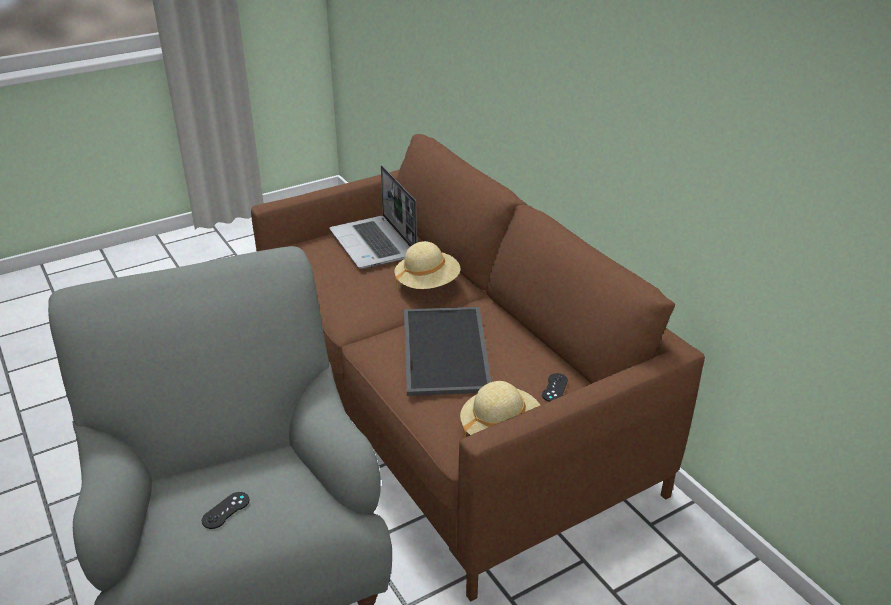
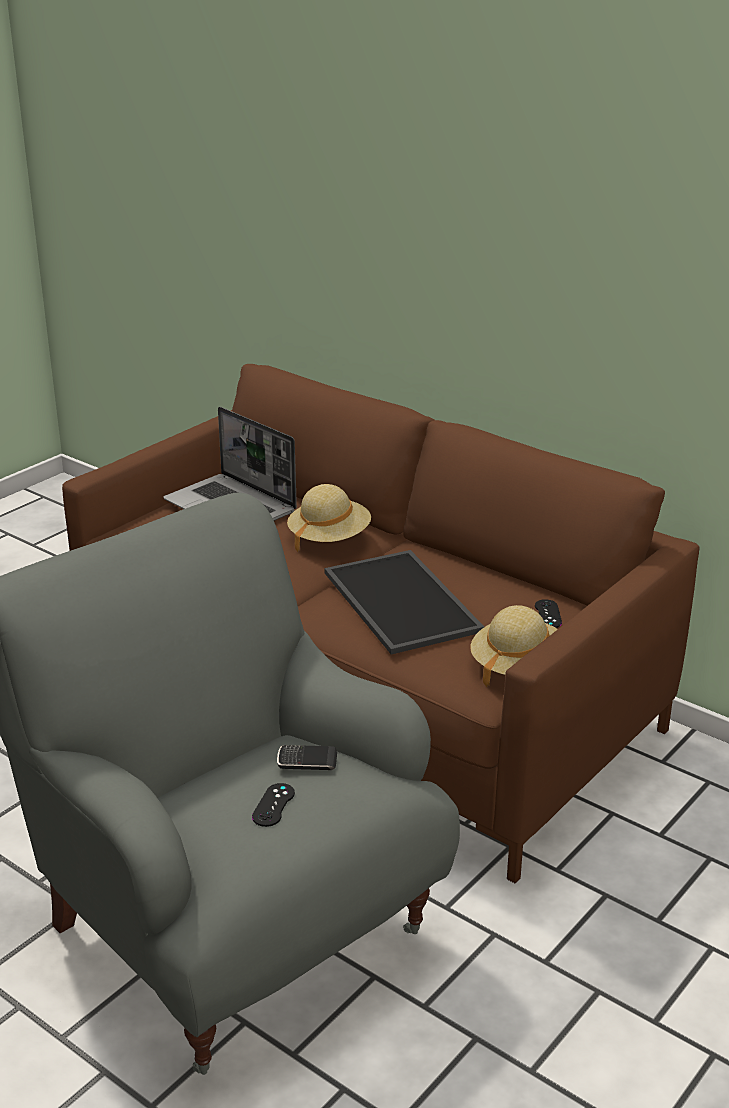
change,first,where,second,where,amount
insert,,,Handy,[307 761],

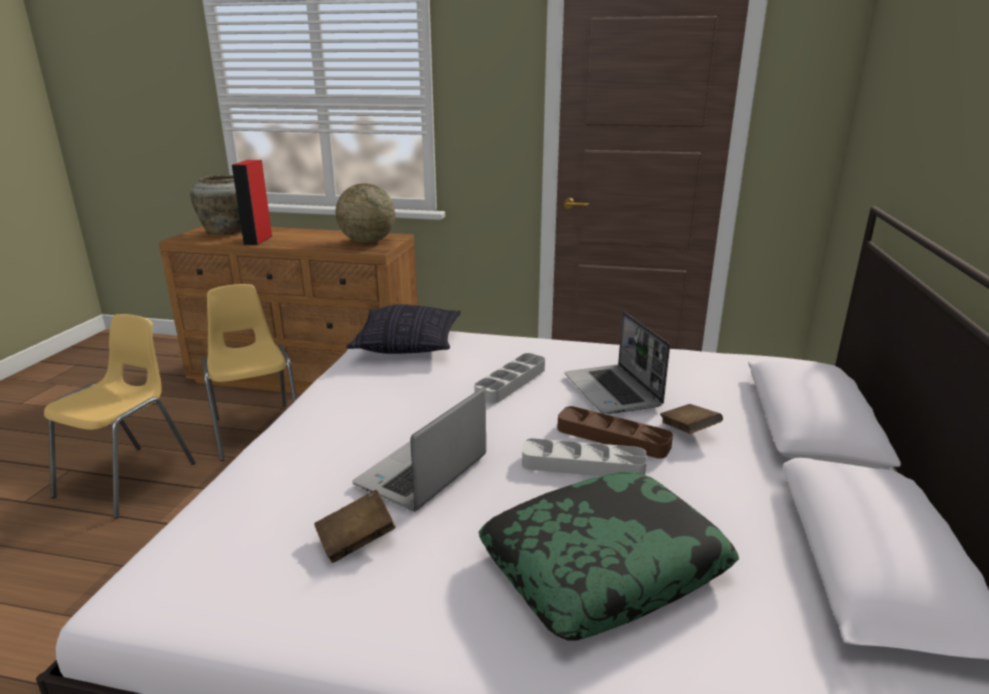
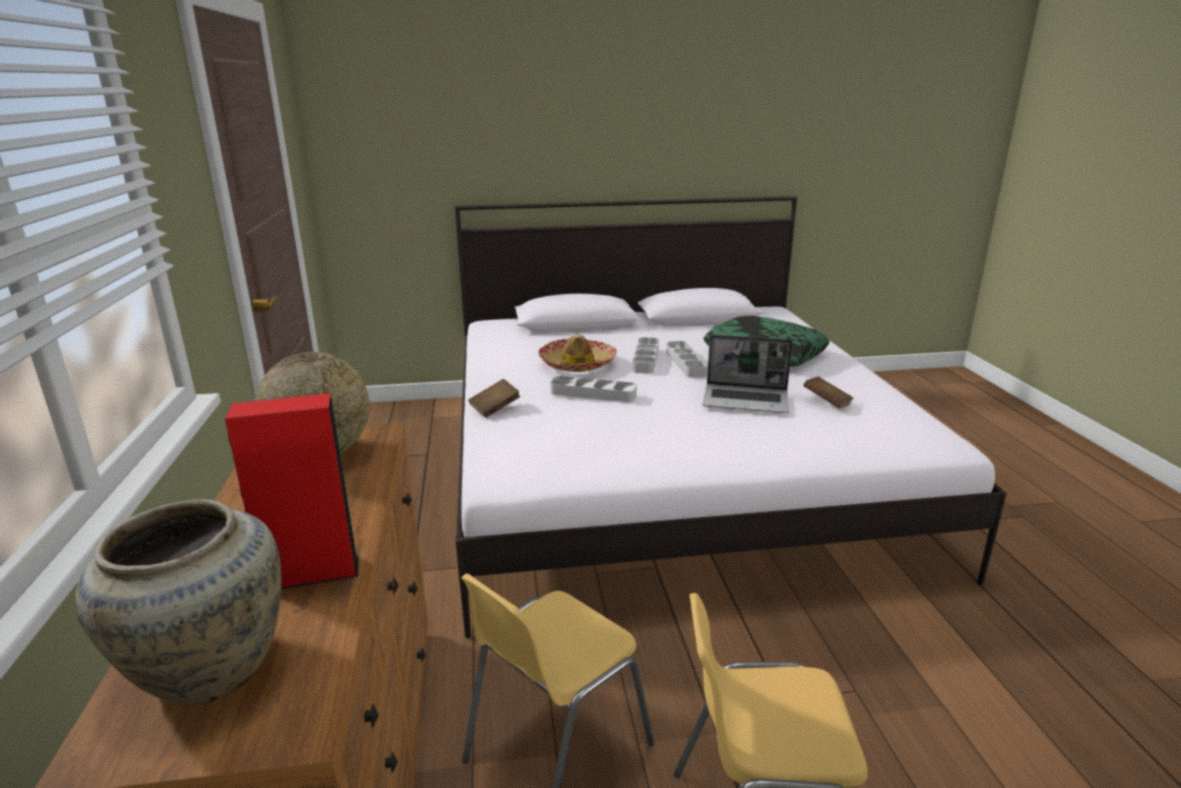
change,first,where,second,where,amount
delete,Kissen,[407 345],,,
replace,Laptop,[613 391],Hut,[577 364],
move,Buch [braun],[688 431],,[495 408],
recolor,Tablett [braun],[612 437],Tablett [grau],[645 359],

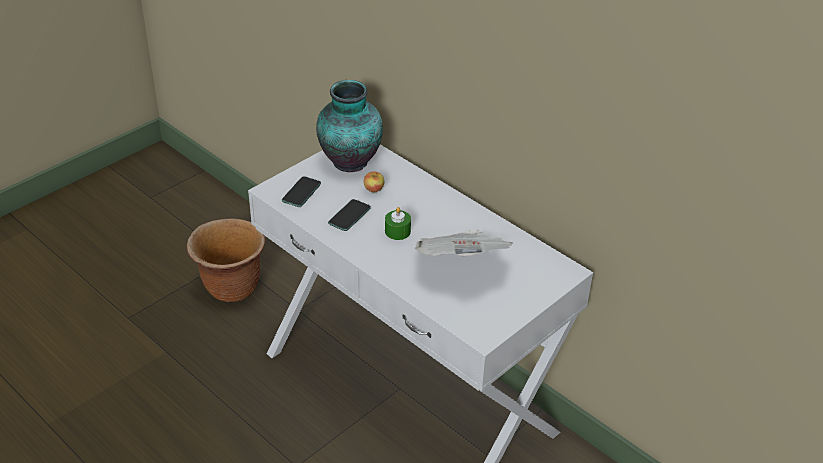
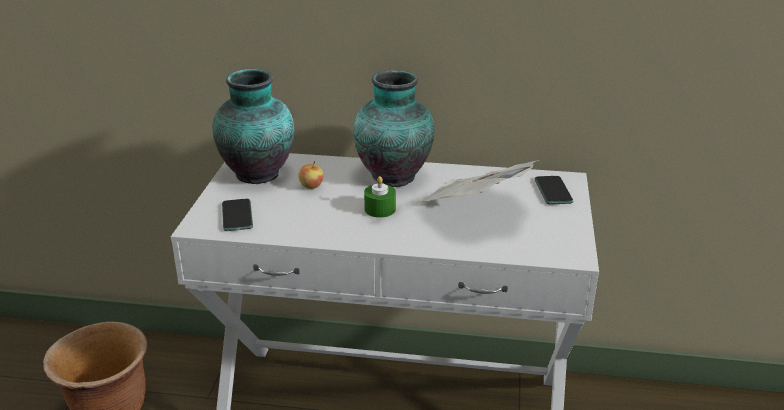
change,first,where,second,where,amount
move,Handy,[349 216],,[553 191],
insert,,,Vase,[394 175],

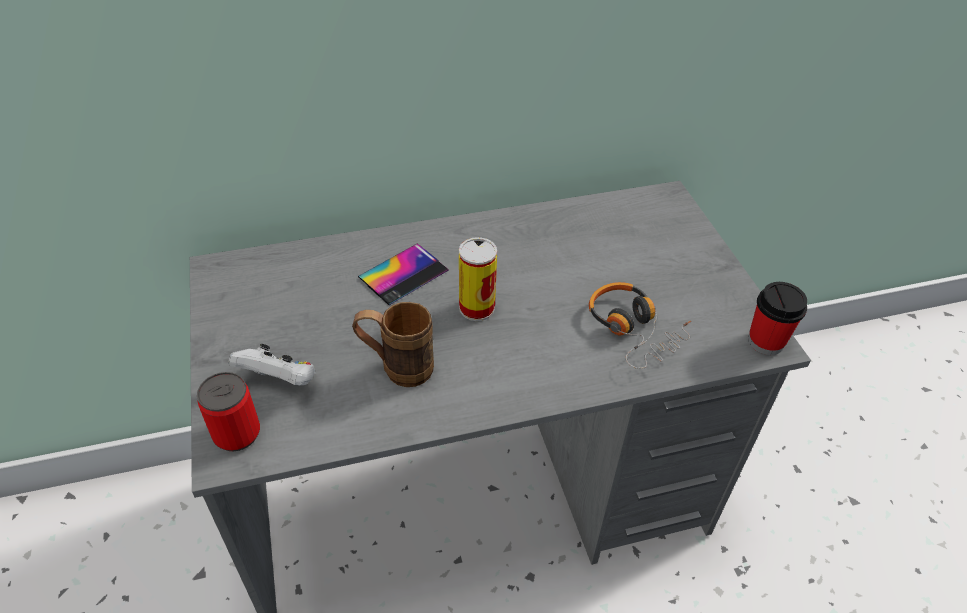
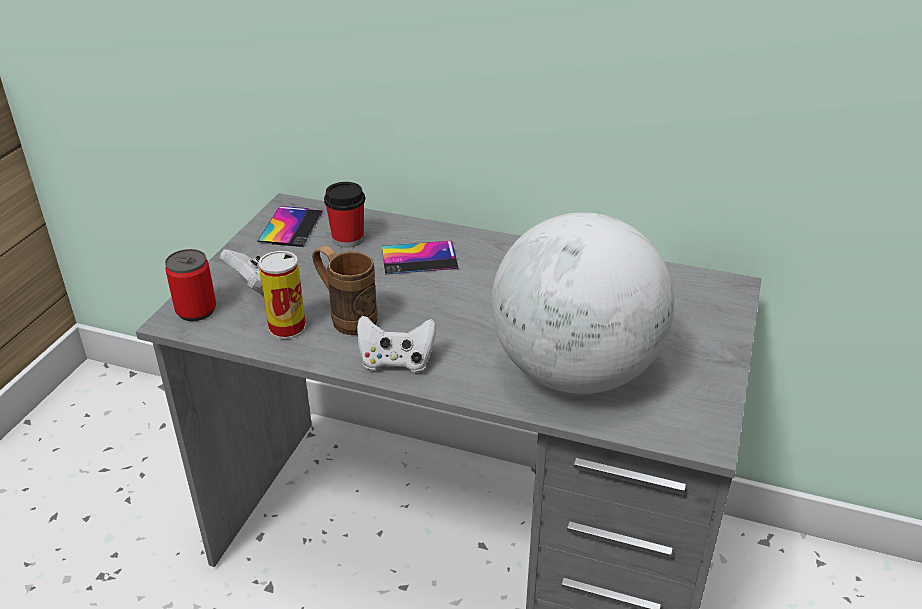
change,first,where,second,where,amount
move,Dose,[477 308],,[287 328],
replace,Kopfhörer,[633 329],Globus,[575 372],
move,Tasse,[766 341],,[348 239],
insert,,,Handy,[291 227],
insert,,,Gamepad [weiß],[396 361],

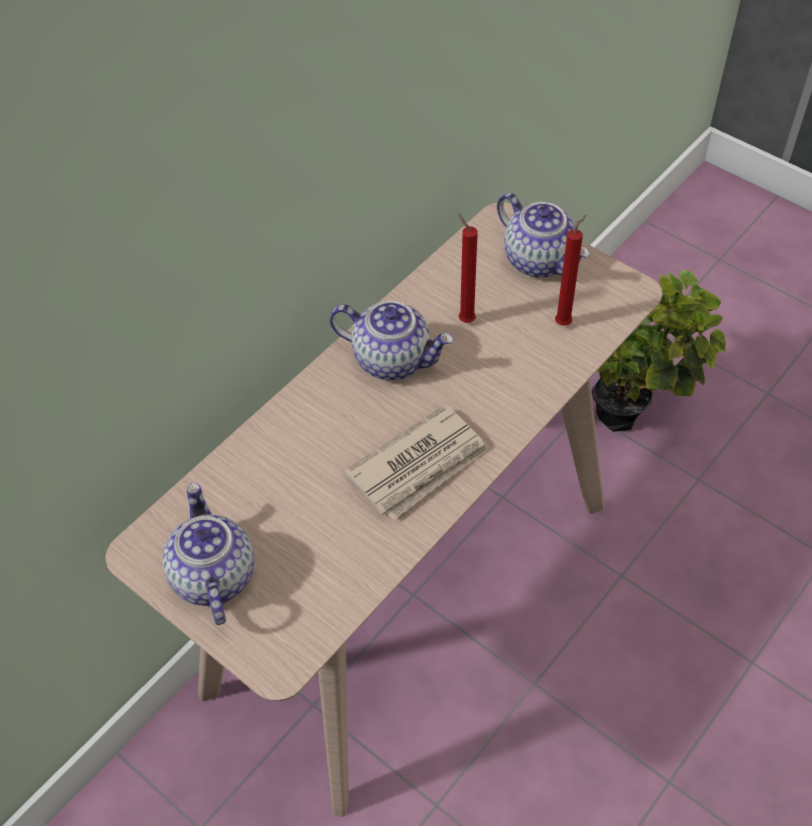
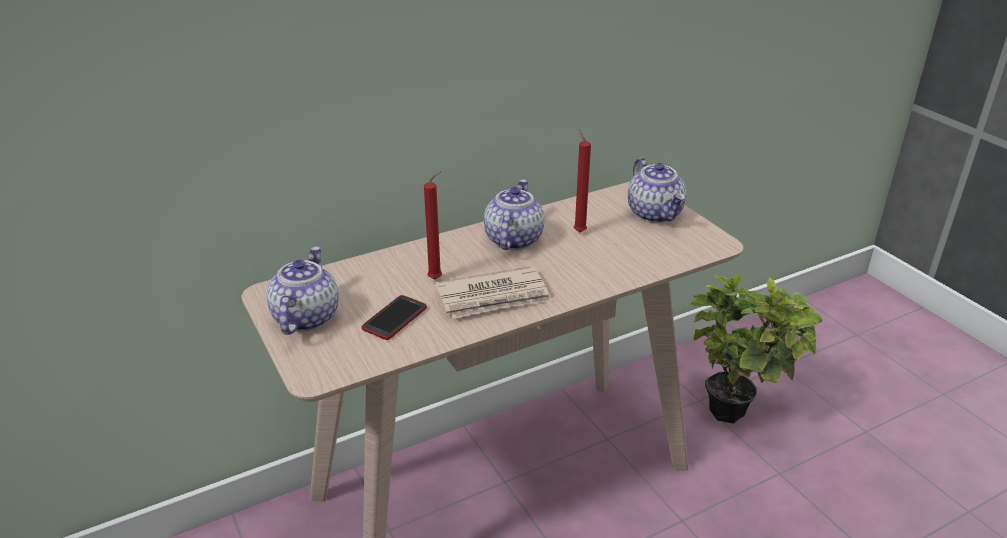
change,first,where,second,where,amount
move,Kerze [rot],[564 322],,[437 278],
rotate,Teekanne,[393 359],,[513 239],120 degrees counterclockwise
insert,,,Handy,[394 318],

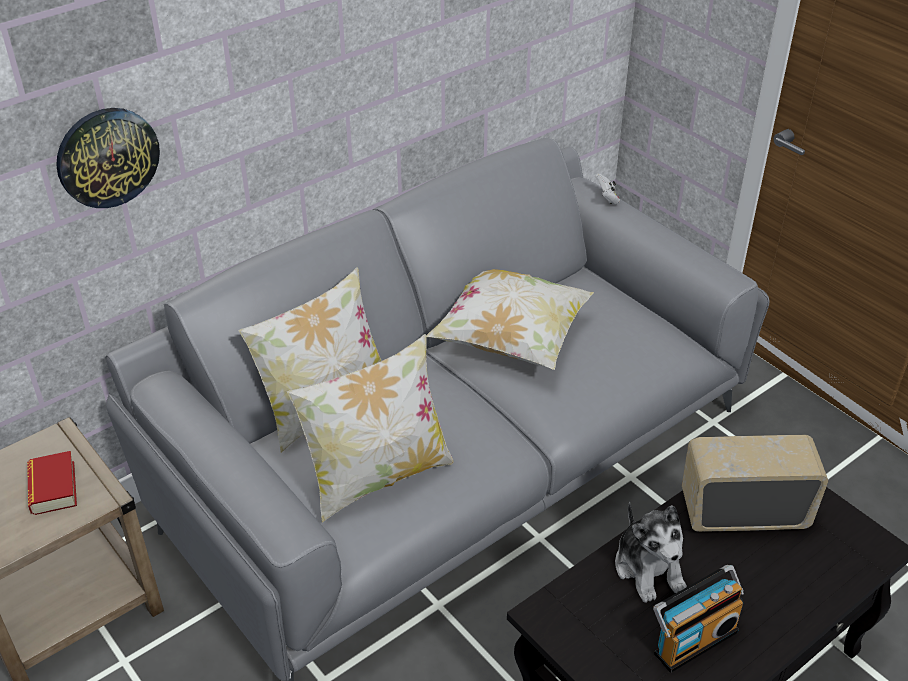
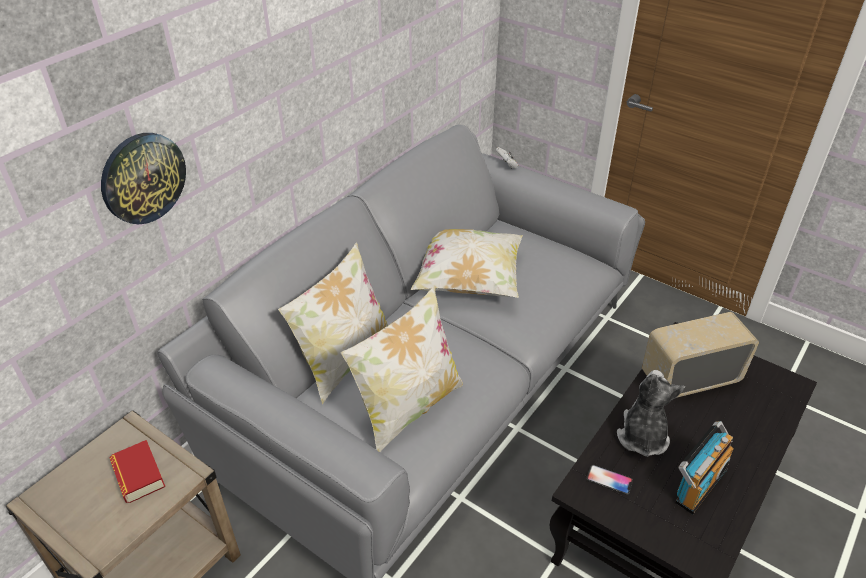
change,first,where,second,where,amount
rotate,Plüschtier,[649 568],,[642 436],135 degrees counterclockwise
insert,,,Handy,[609 480],

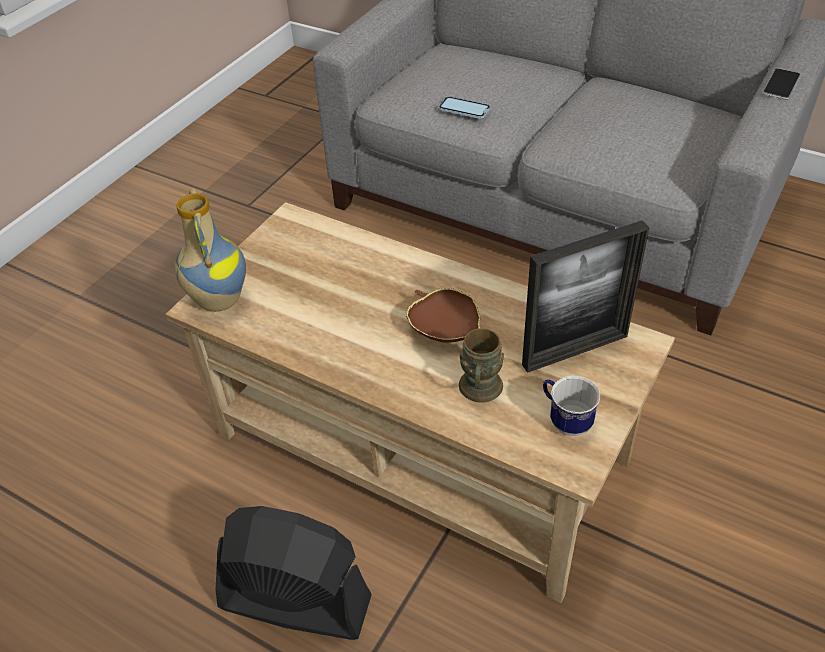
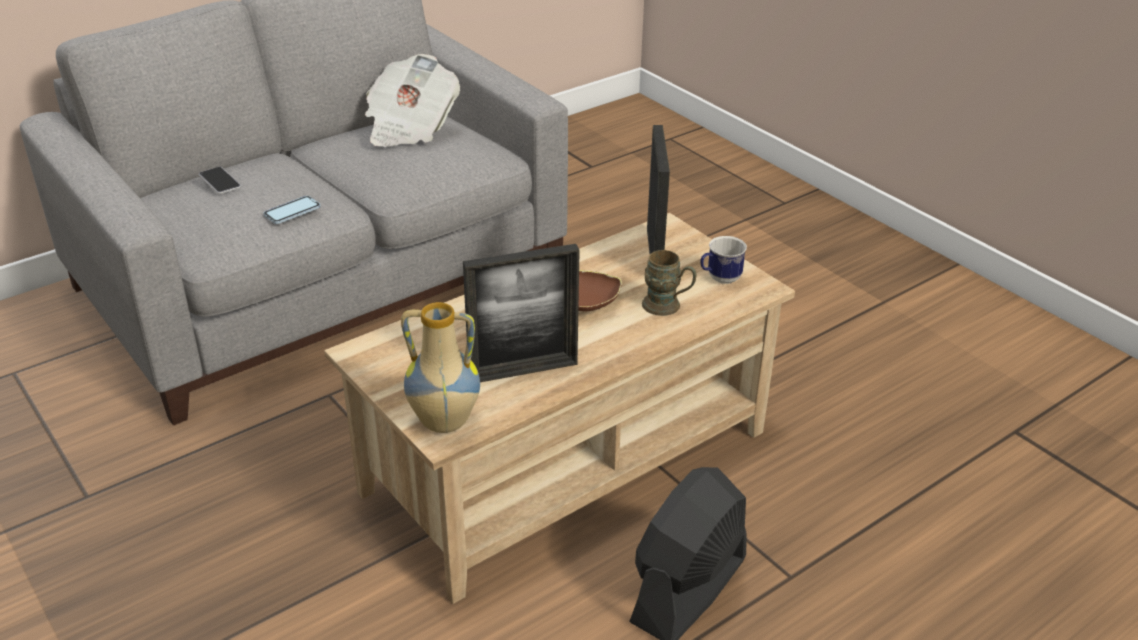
change,first,where,second,where,amount
move,Handy,[781 85],,[220 181],
insert,,,Zeitung,[410 127],
insert,,,Bilderrahmen,[523 371],

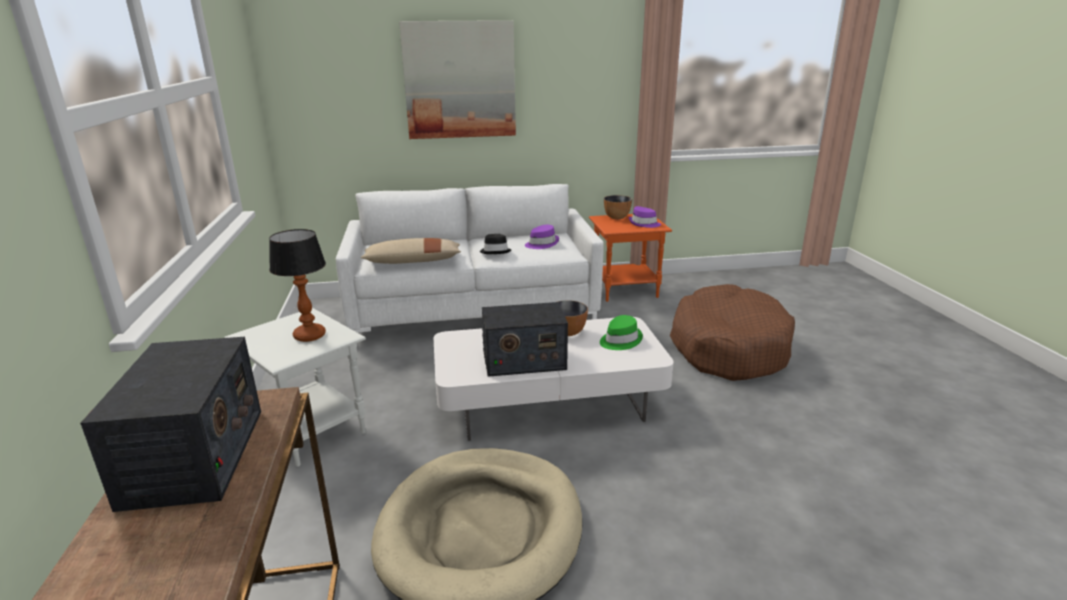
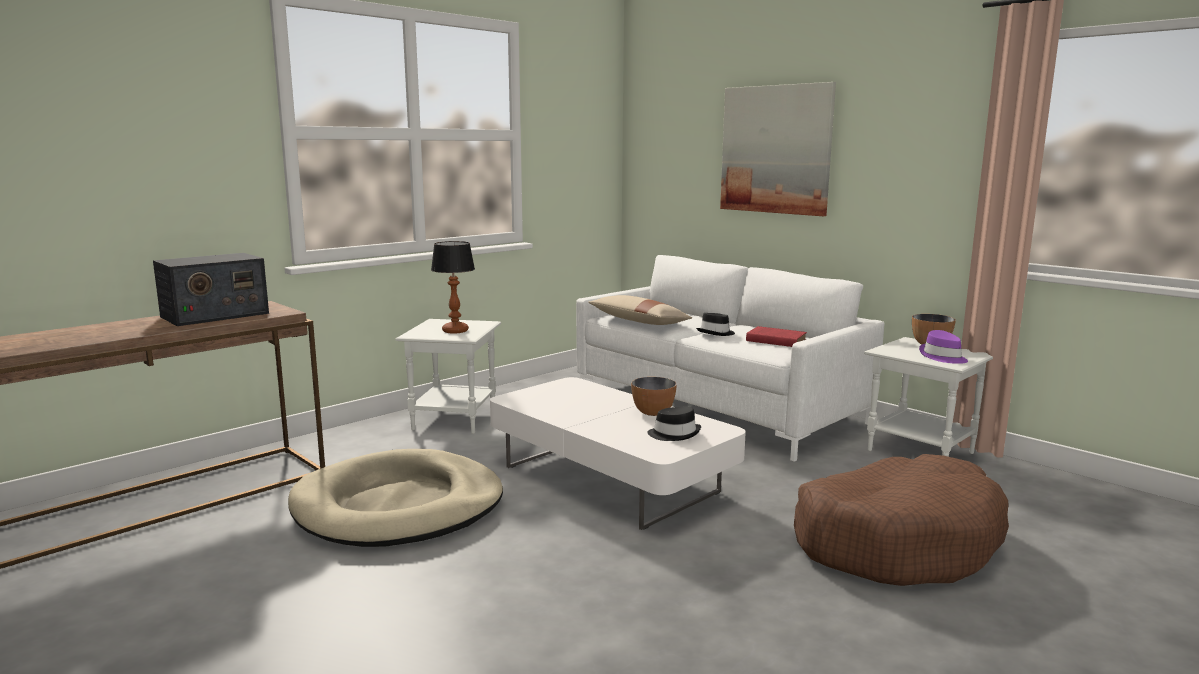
change,first,where,second,where,amount
recolor,Beistelltisch [orange],[626 290],Beistelltisch [weiß],[921 452],
replace,Hut [lila],[541 244],Buch [rot],[774 340],
delete,Radio,[523 360],,,
recolor,Hut [grün],[620 340],Hut [schwarz],[674 434],

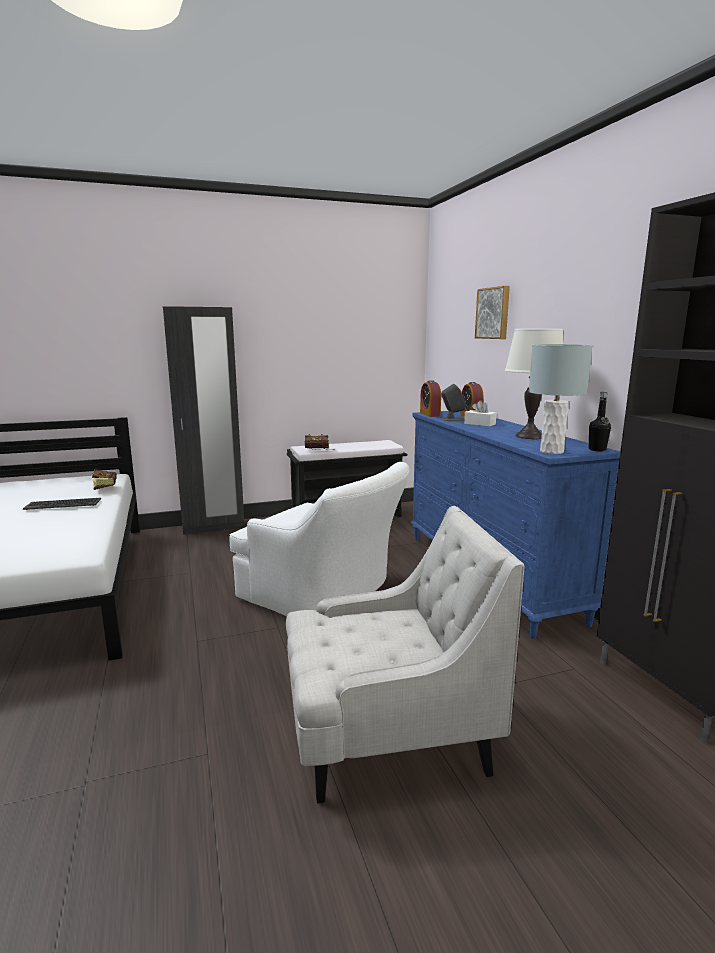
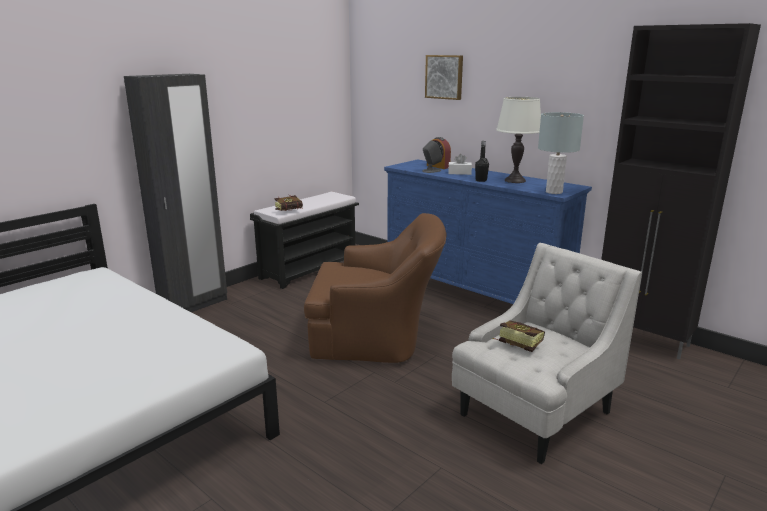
change,first,where,second,where,amount
delete,Wecker,[430 414],,,
move,Flasche [schwarz],[597 450],,[481 180],
recolor,Sessel [weiß],[325 594],Sessel [braun],[377 337],
move,Buch,[105 487],,[516 343],
delete,Tastatur,[63 504],,,

